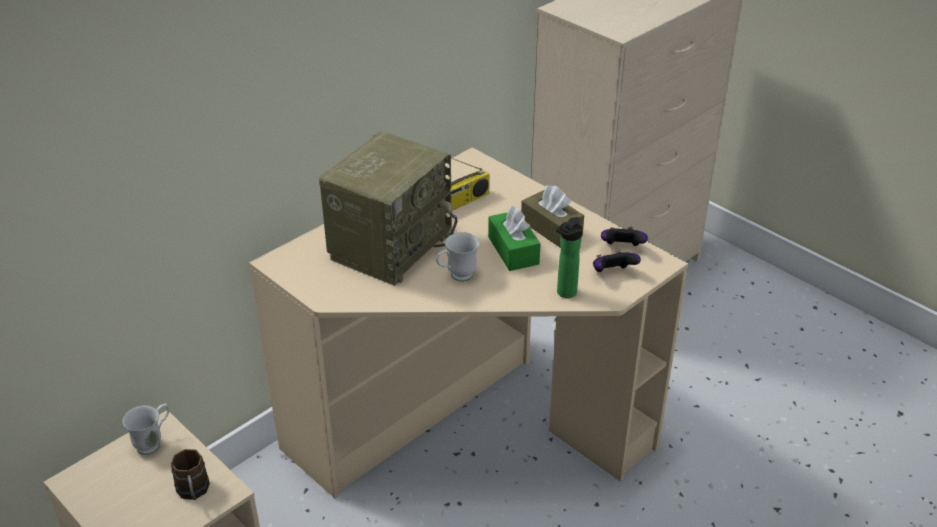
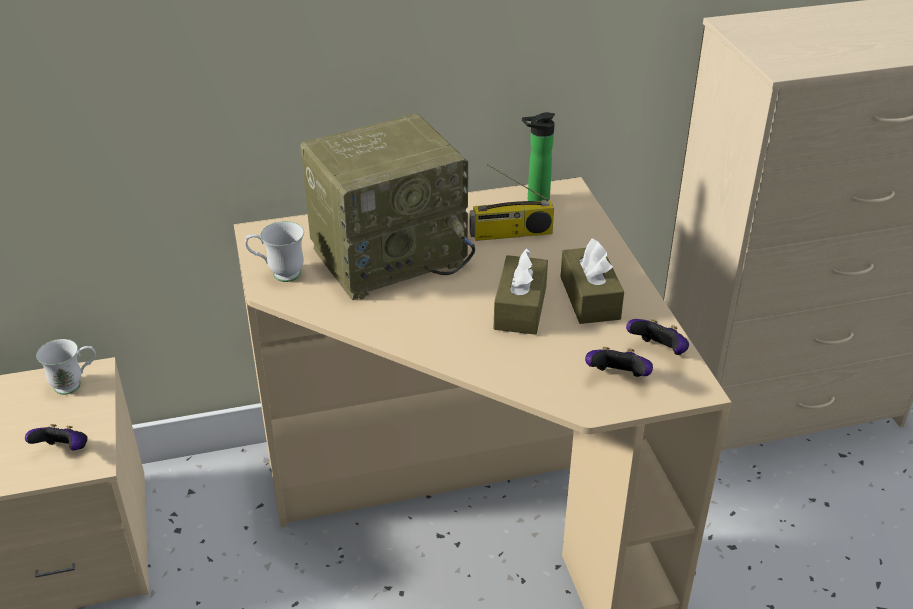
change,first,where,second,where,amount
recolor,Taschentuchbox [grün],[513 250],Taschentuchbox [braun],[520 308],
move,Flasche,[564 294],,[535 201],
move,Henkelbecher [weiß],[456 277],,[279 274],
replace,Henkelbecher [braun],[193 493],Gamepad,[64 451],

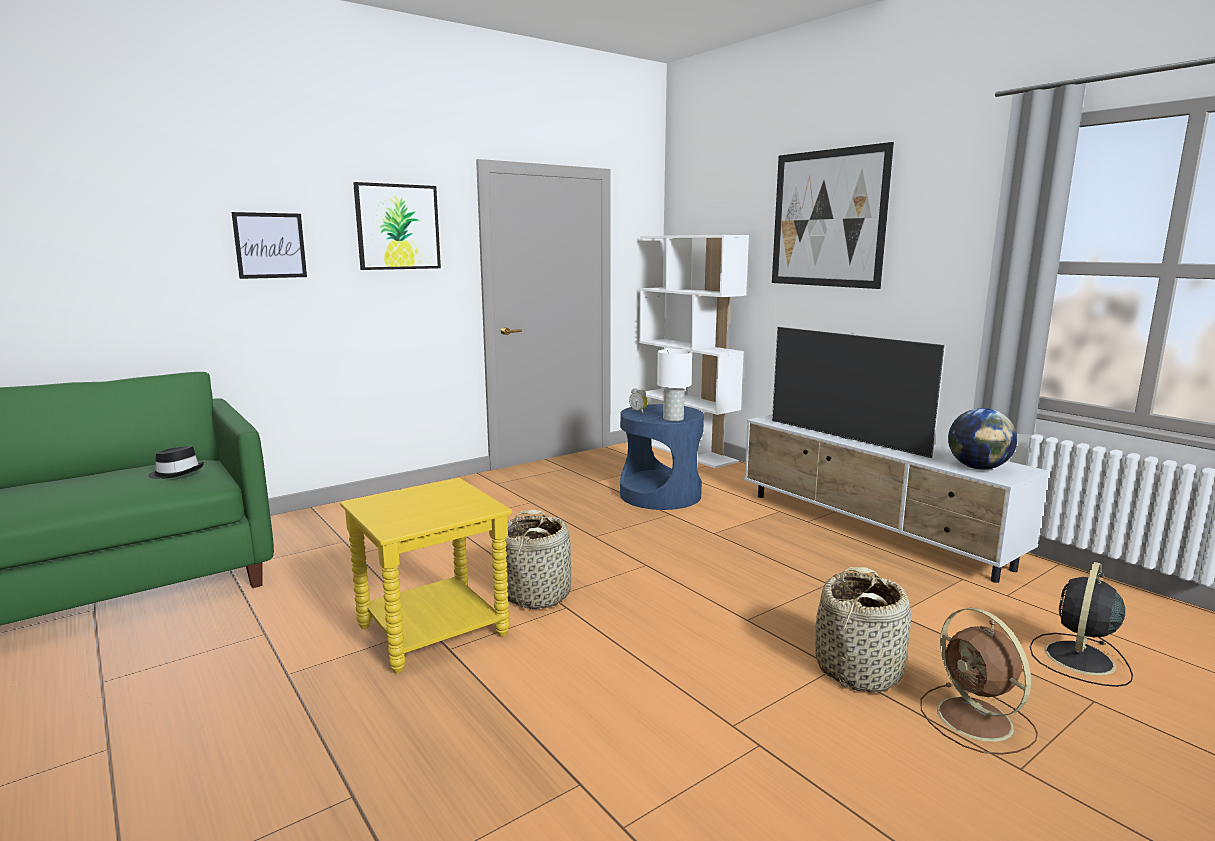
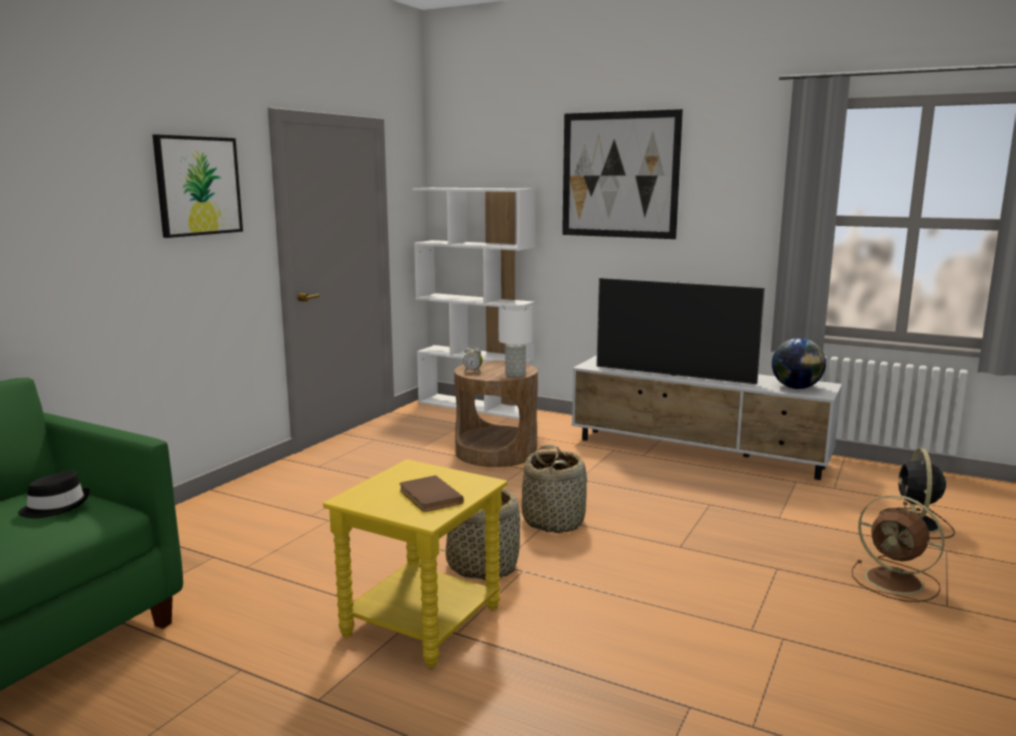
change,first,where,second,where,amount
delete,Bild,[270 245],,,
recolor,Beistelltisch [blau],[660 495],Beistelltisch [braun],[496 452],
move,Korb,[859 670],,[554 521],
insert,,,Buch [braun],[428 497],

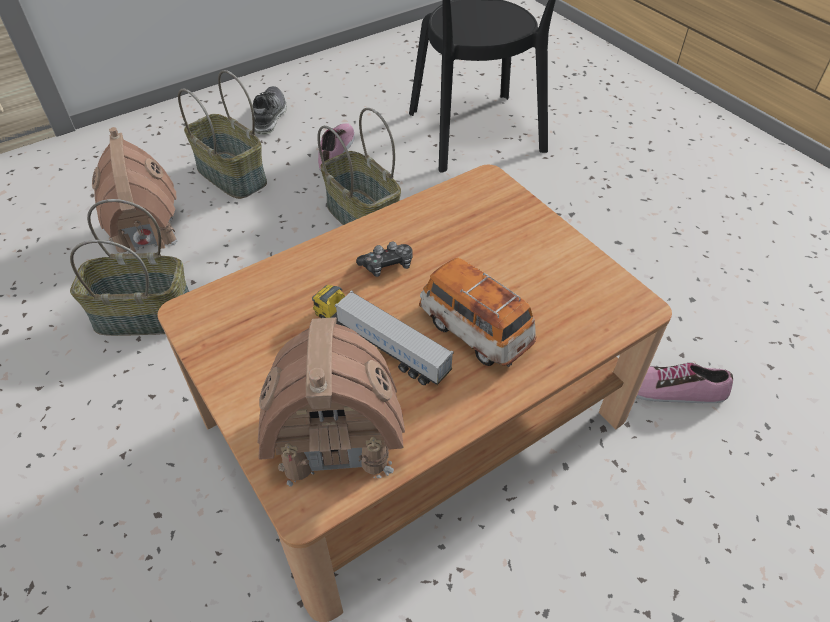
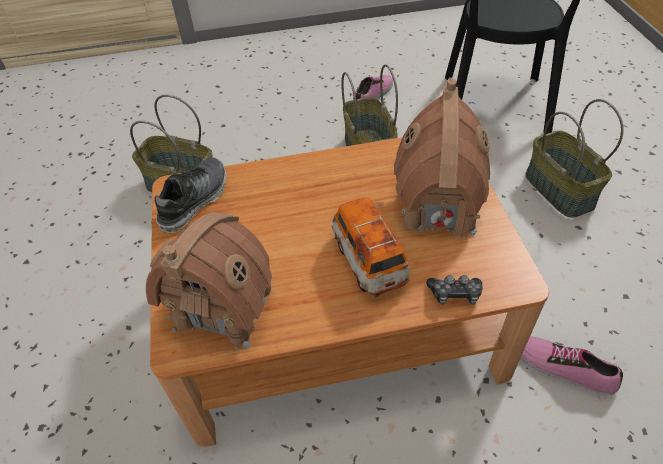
change,first,where,second,where,amount
move,Korb,[230 176],,[557 190],
move,Schuh,[270 116],,[194 201],
move,Spielzeughaus,[145 230],,[437 206],
move,Gamepad,[387 265],,[455 294],
delete,Spielzeuglaster,[380 345],,,

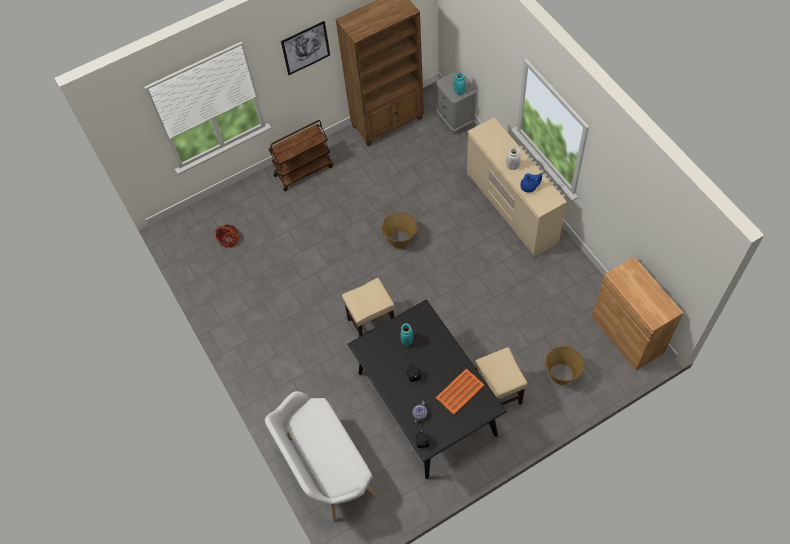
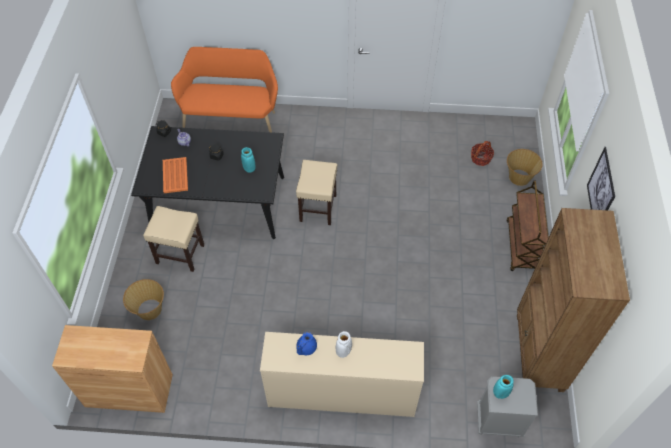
change,first,where,second,where,amount
move,Korb,[400 240],,[519 177],
recolor,Bank [weiß],[325 468],Bank [orange],[232 122],

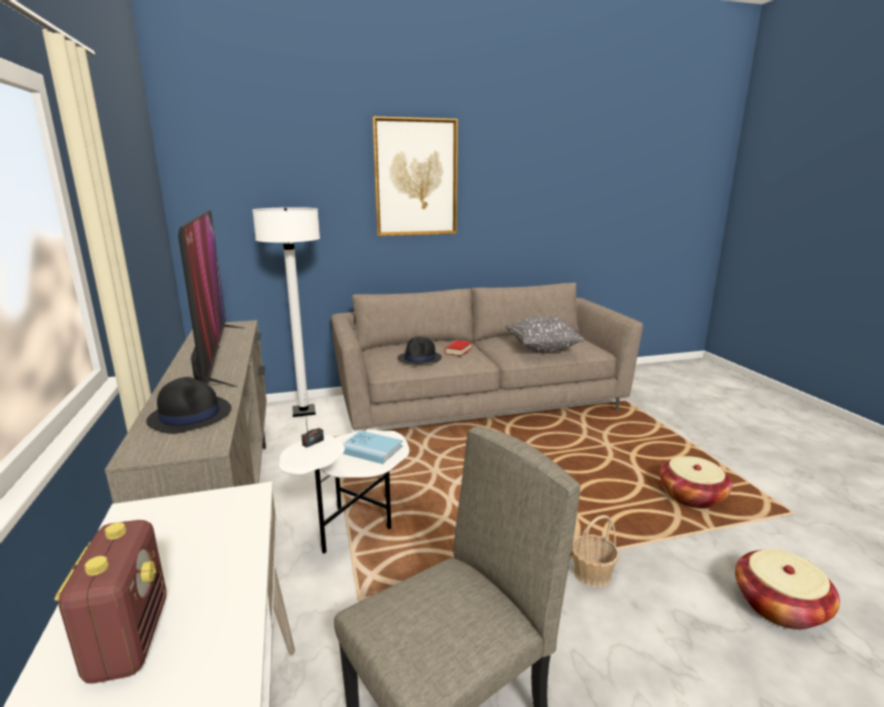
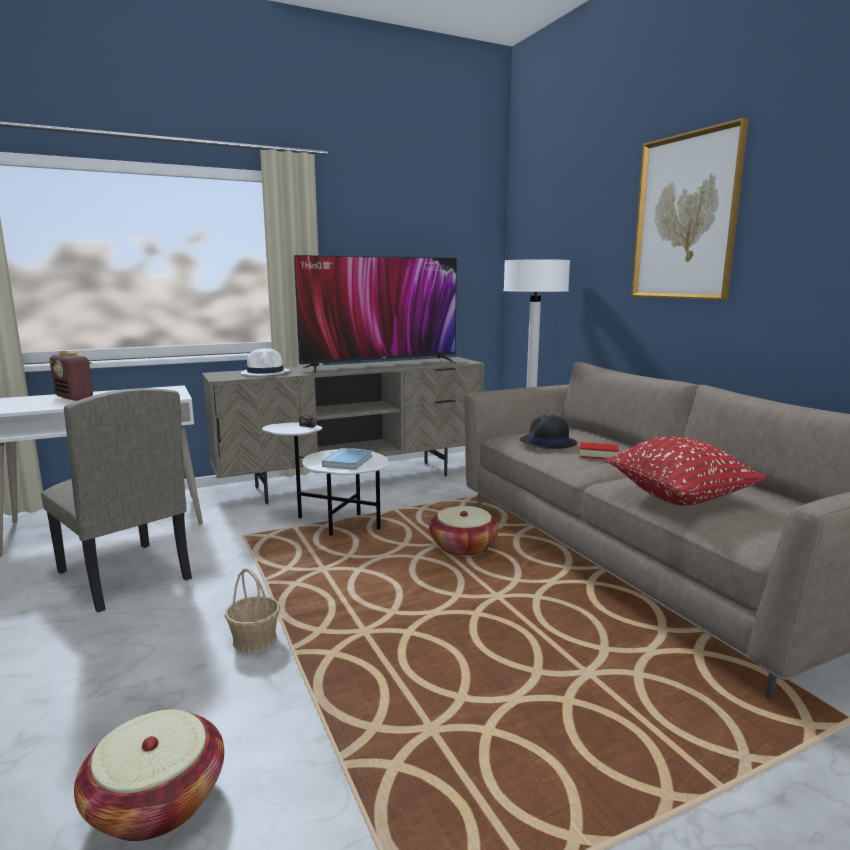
change,first,where,second,where,amount
recolor,Kissen [grau],[542 349],Kissen [rot],[678 497],
recolor,Hut [schwarz],[190 415],Hut [weiß],[266 373],
move,Korb,[691 496],,[463 547],
rotate,Radio,[129 638],,[74 398],60 degrees clockwise

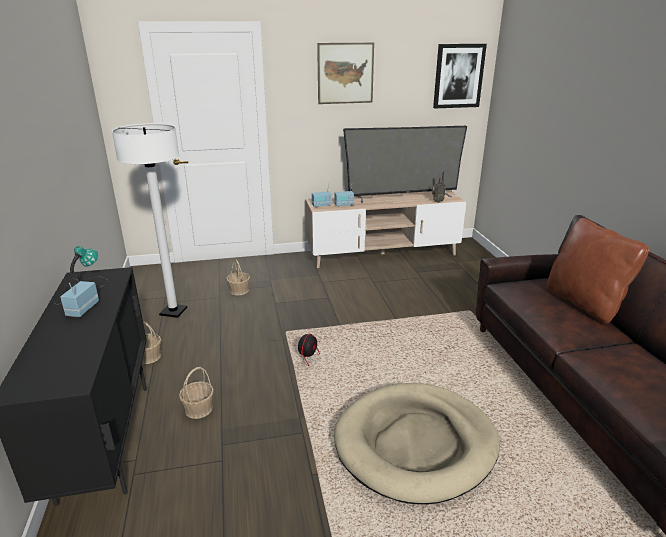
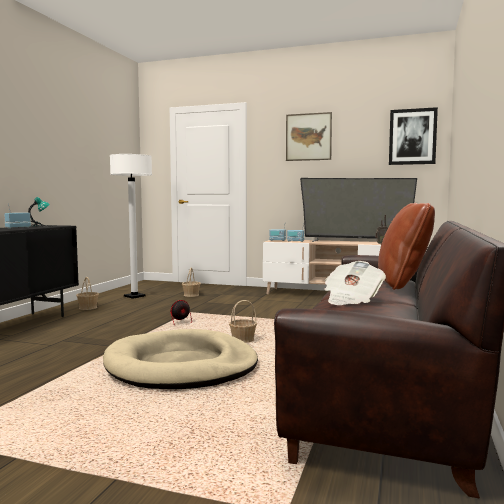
change,first,where,second,where,amount
move,Korb,[198 409],,[242 340],
insert,,,Zeitung,[351 300],

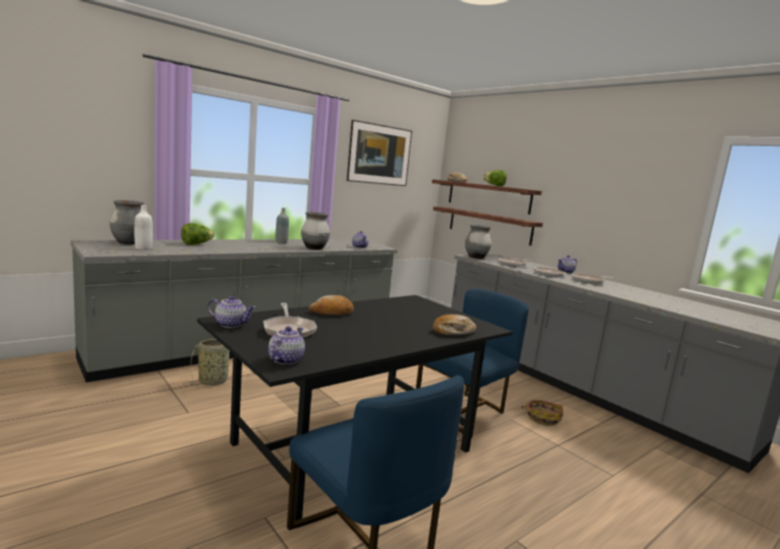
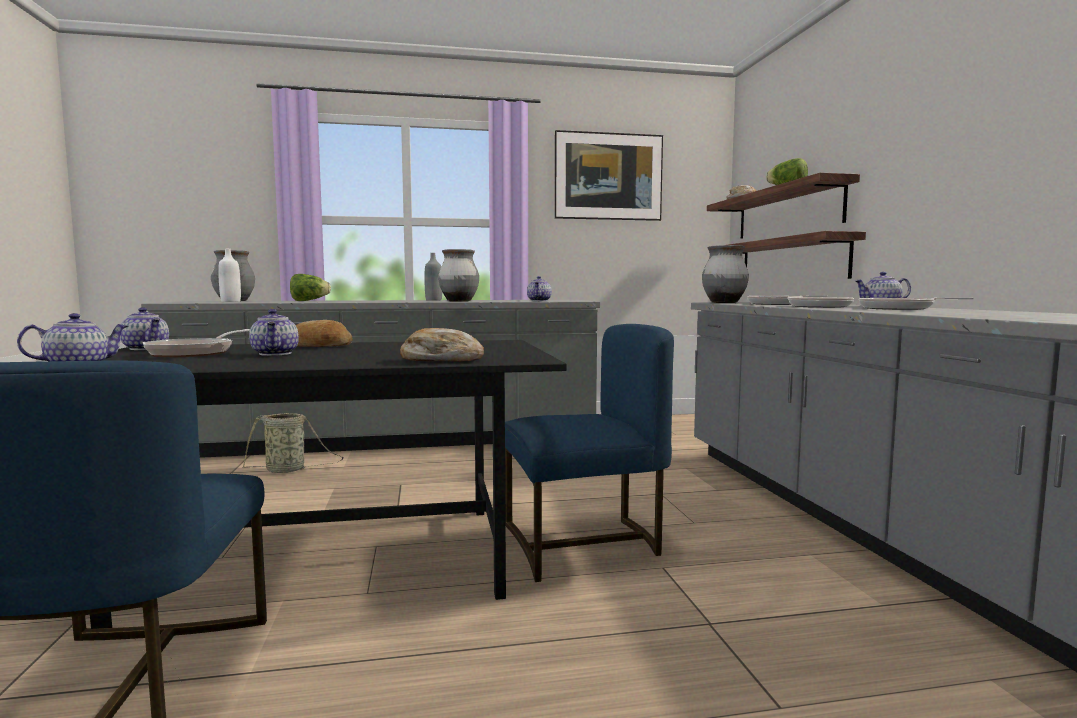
change,first,where,second,where,amount
delete,Korb,[542 417],,,
insert,,,Teekanne,[276 354],

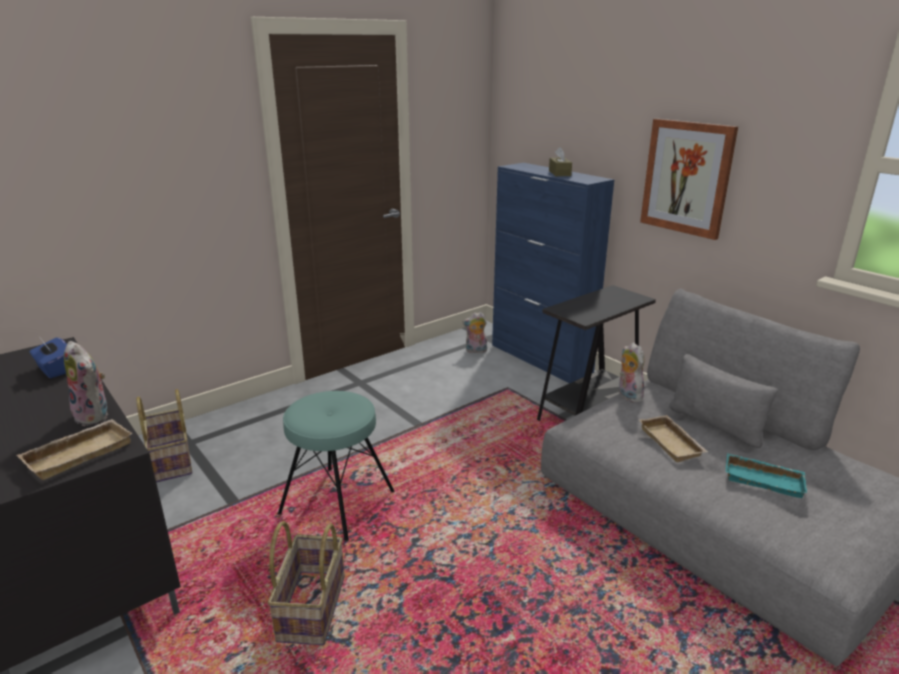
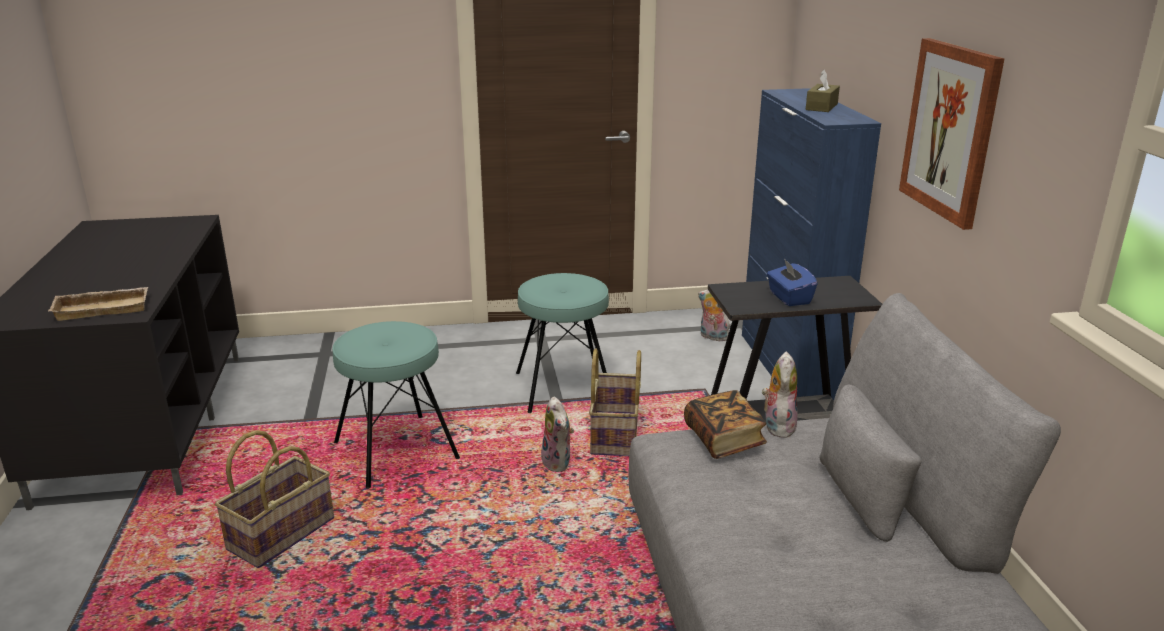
change,first,where,second,where,amount
move,Taschentuchbox [blau],[55 369],,[789 298],
move,Plüschtier,[95 416],,[558 463],
move,Korb,[172 460],,[616 435],
delete,Tablett [beige],[673 443],,,
delete,Tablett [türkis],[764 479],,,
insert,,,Hocker [türkis],[564 389],
insert,,,Buch,[724 439],

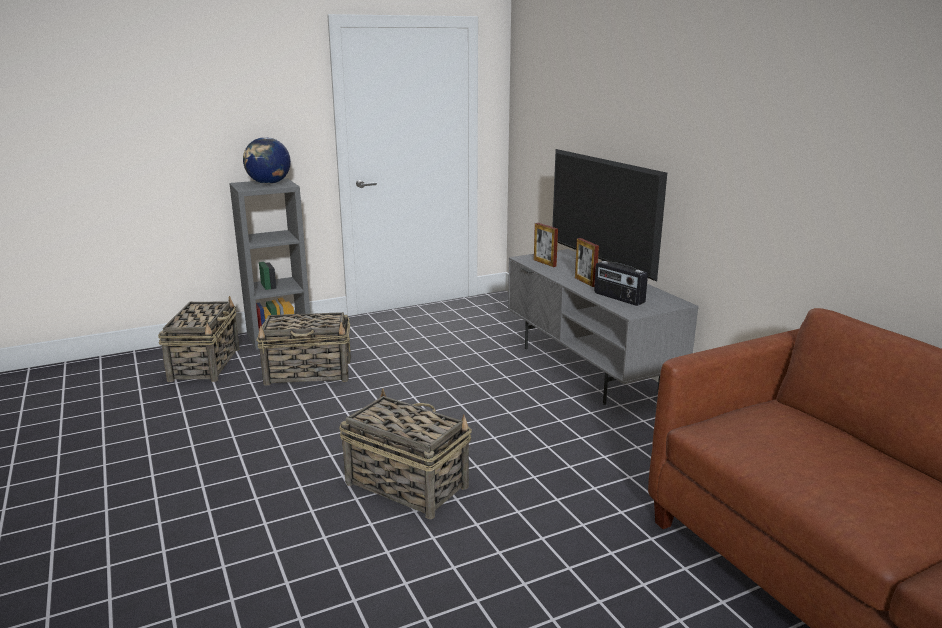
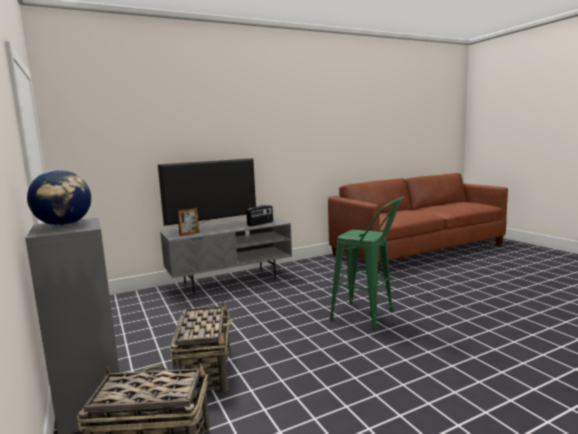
change,first,where,second,where,amount
delete,Bilderrahmen,[585 282],,,
replace,Korb,[405 484],Hocker [grün],[368 317],

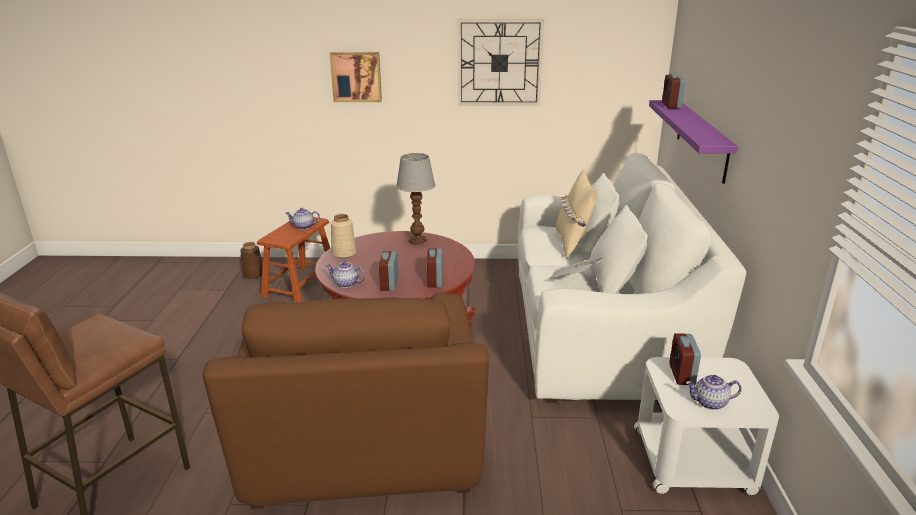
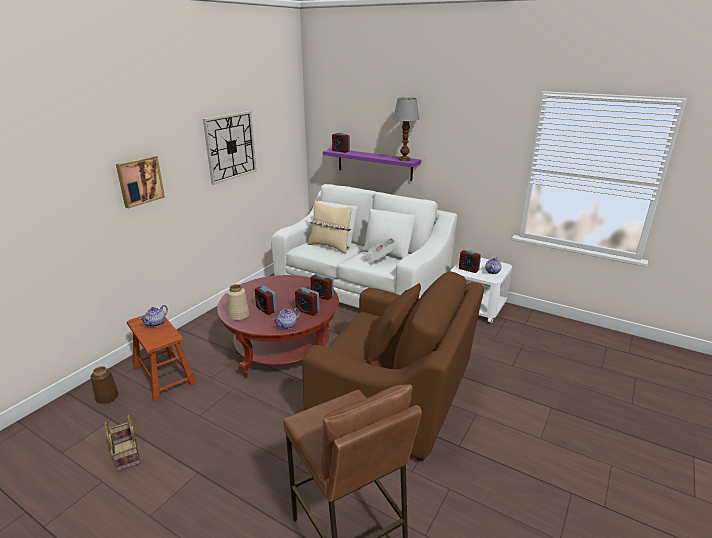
change,first,where,second,where,amount
move,Tischlampe,[417 241],,[404 160],
insert,,,Wecker,[266 309],
insert,,,Korb,[125 454],

